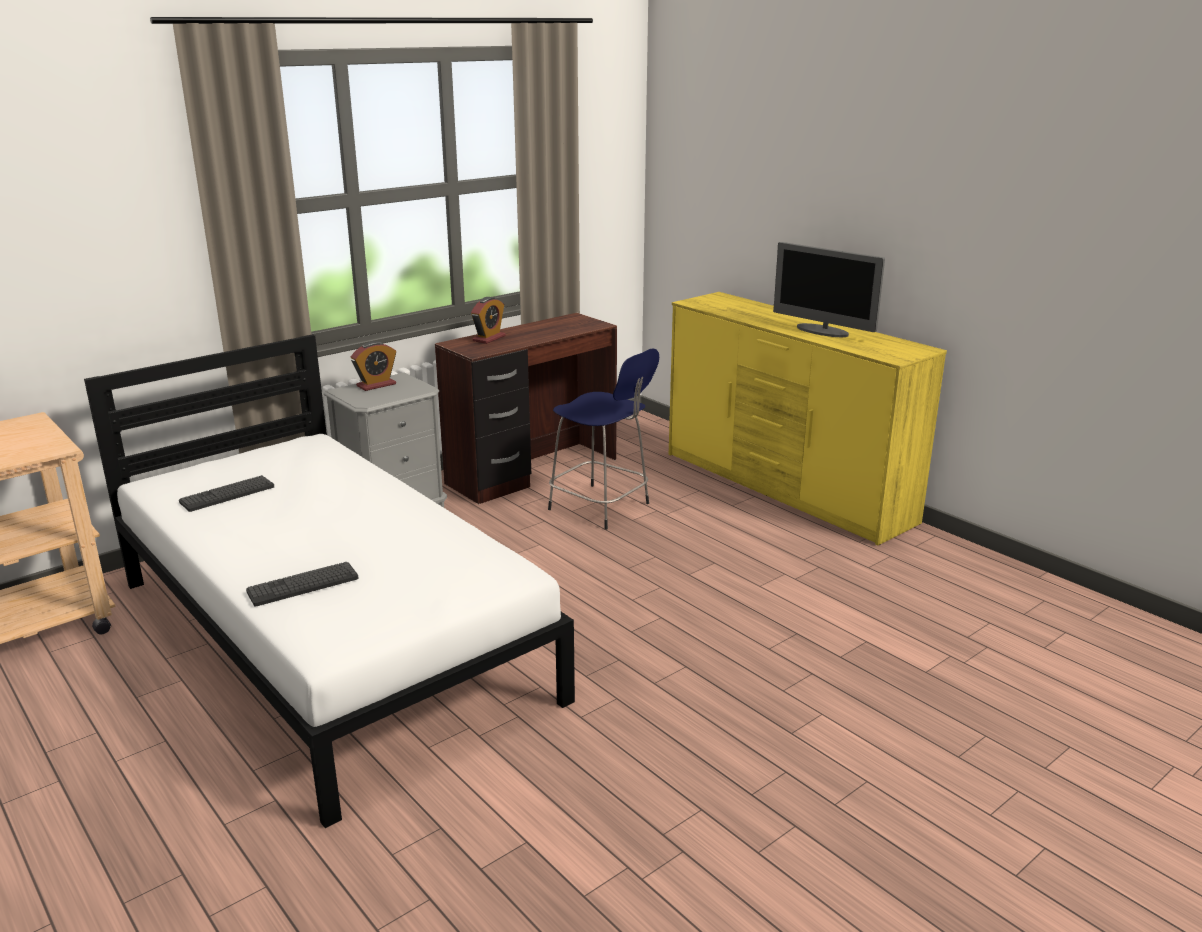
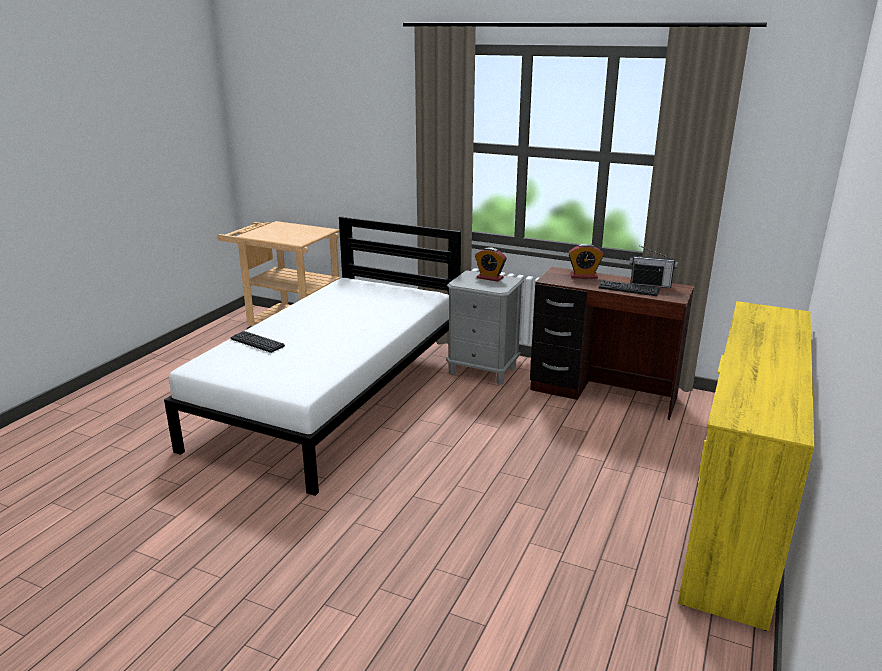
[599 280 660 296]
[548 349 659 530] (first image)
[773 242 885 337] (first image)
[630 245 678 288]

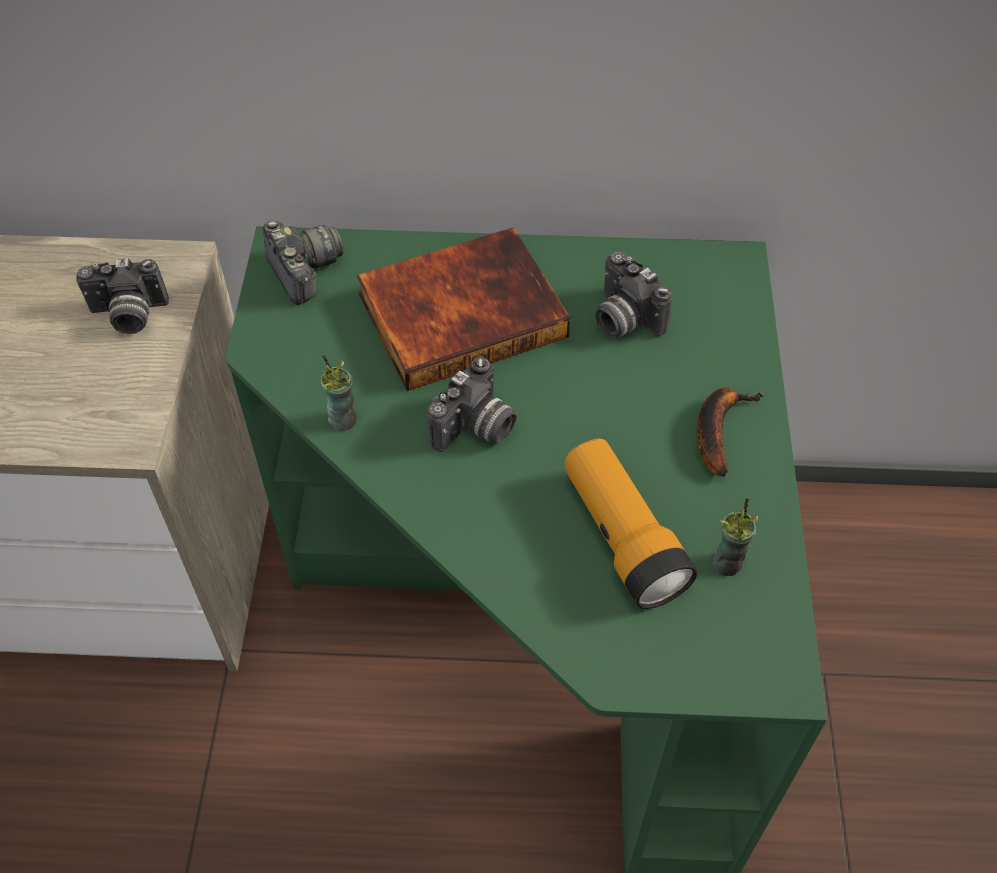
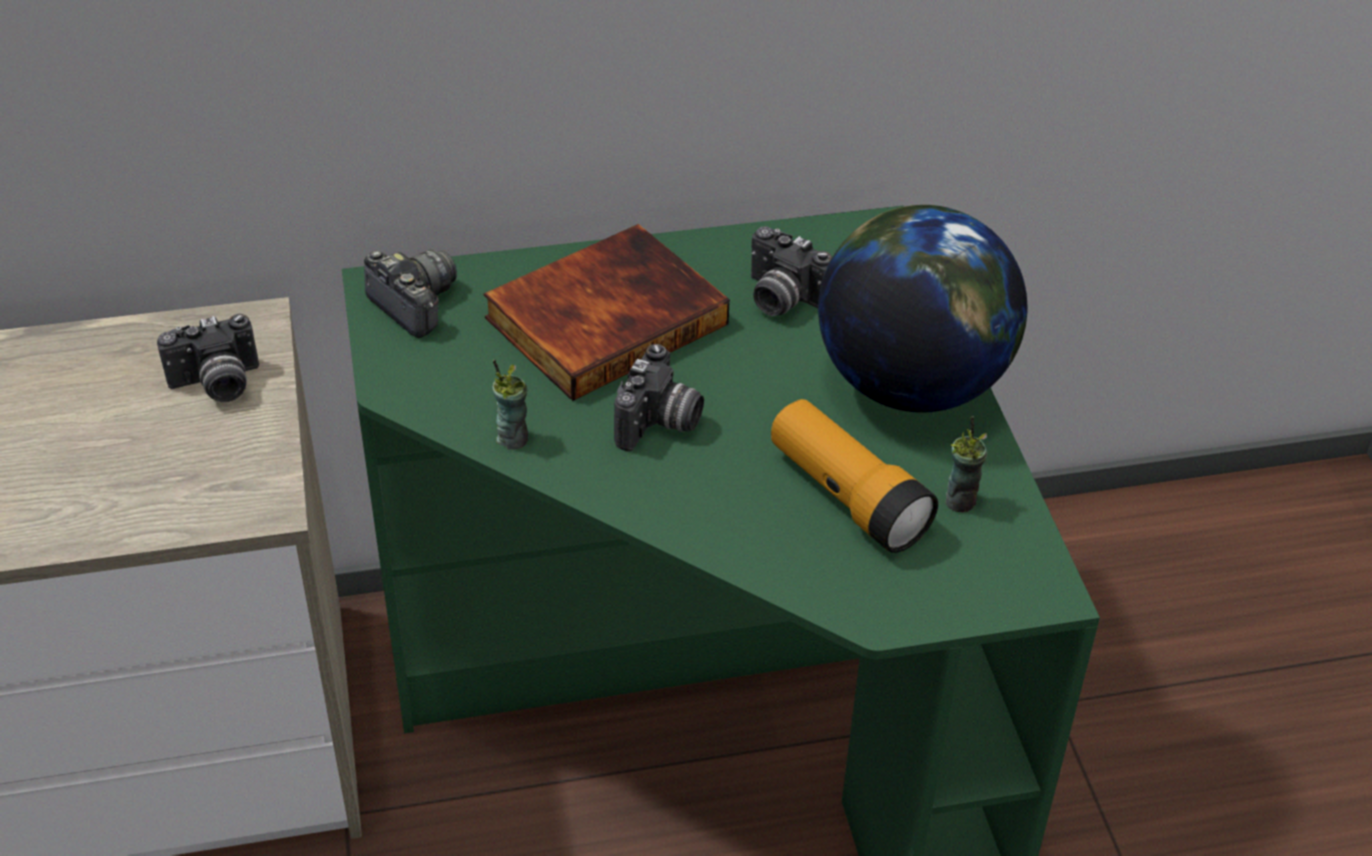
[818 205 1028 413]

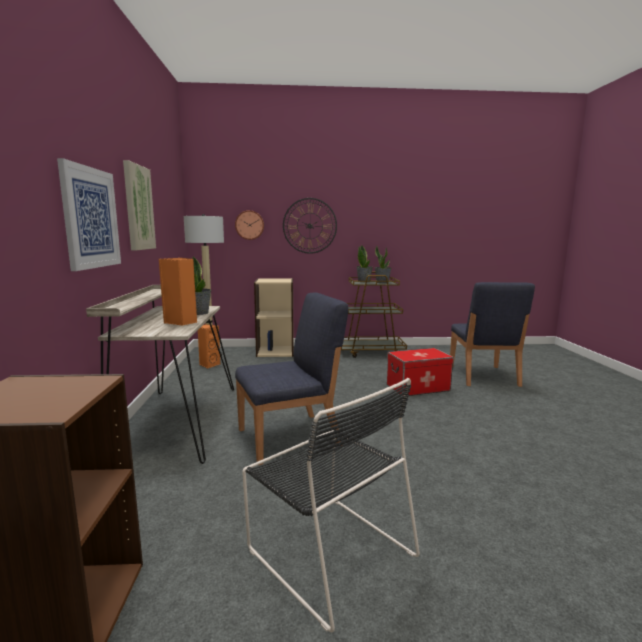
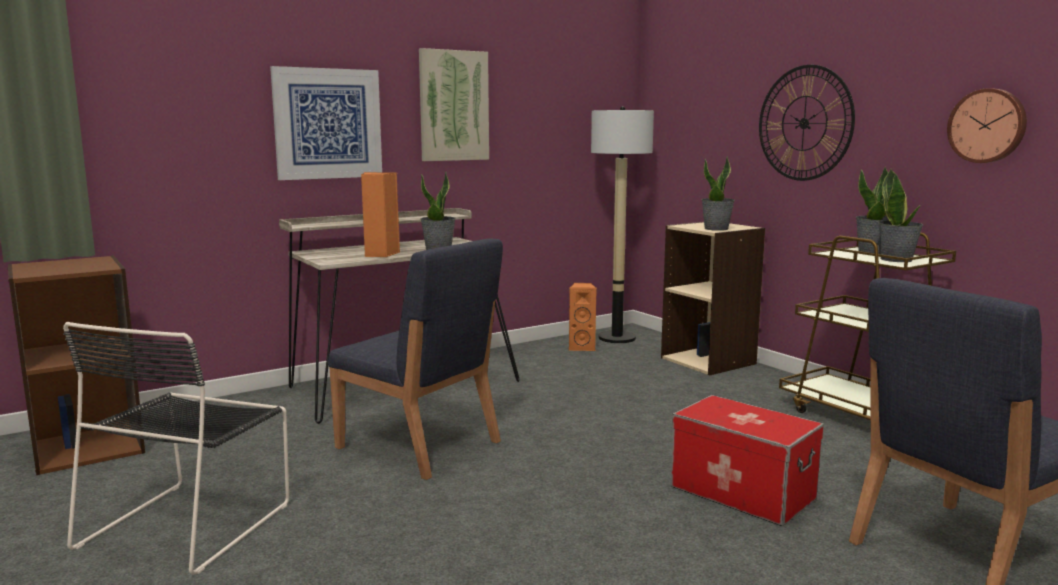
[947 88 1027 163]
[701 156 735 231]

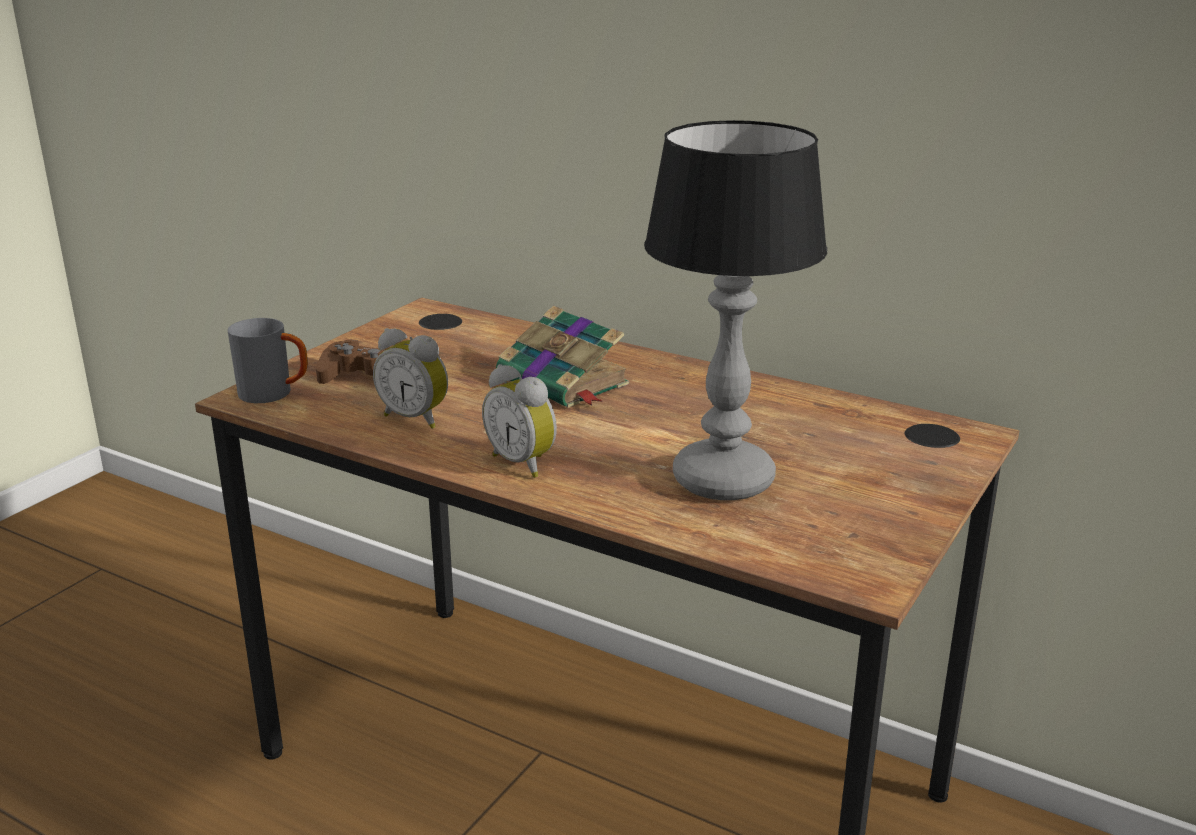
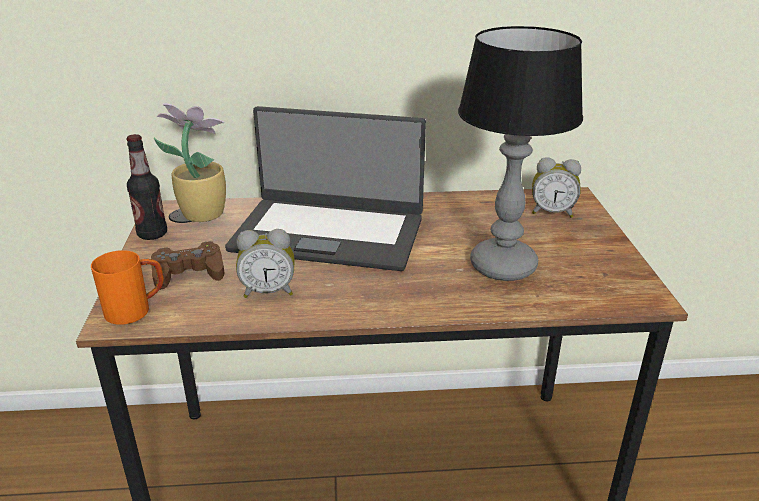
[91 250 164 325]
[532 157 581 218]
[225 106 426 271]
[126 134 167 240]
[154 103 226 222]

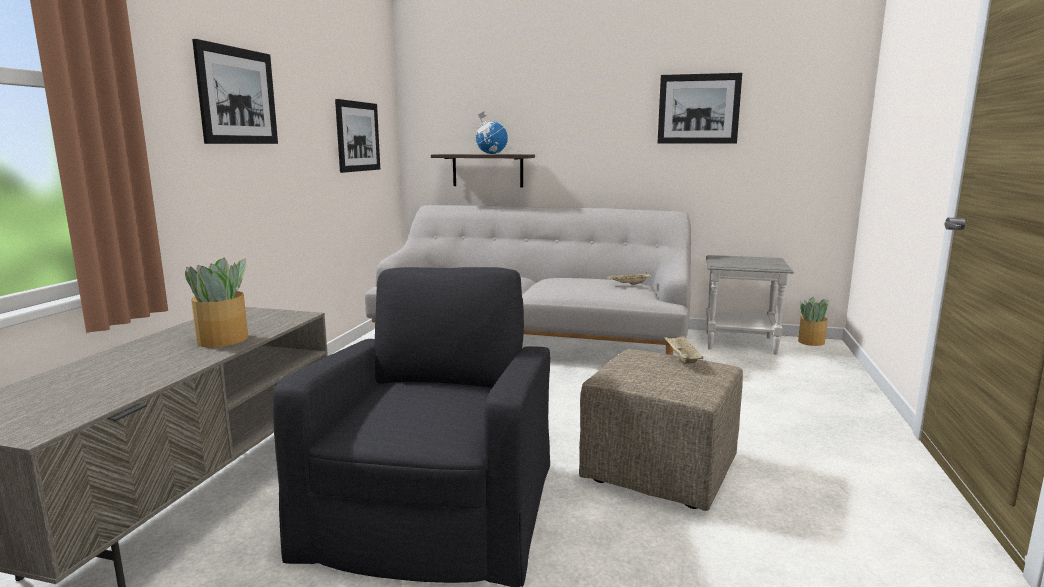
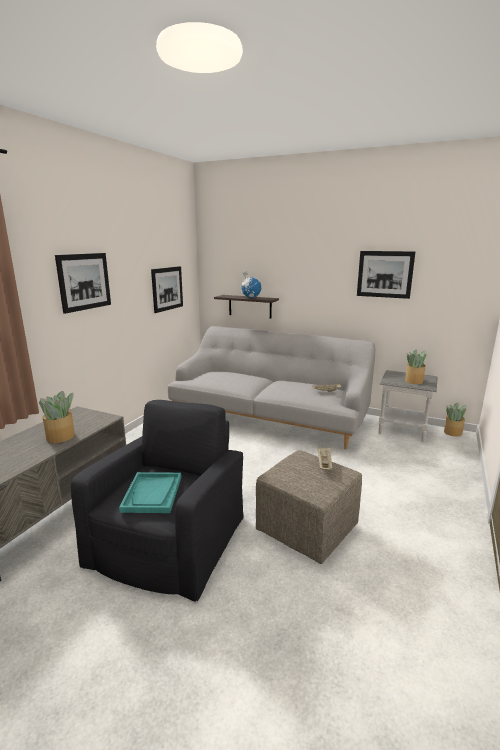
[119 472 181 513]
[405 349 427 384]

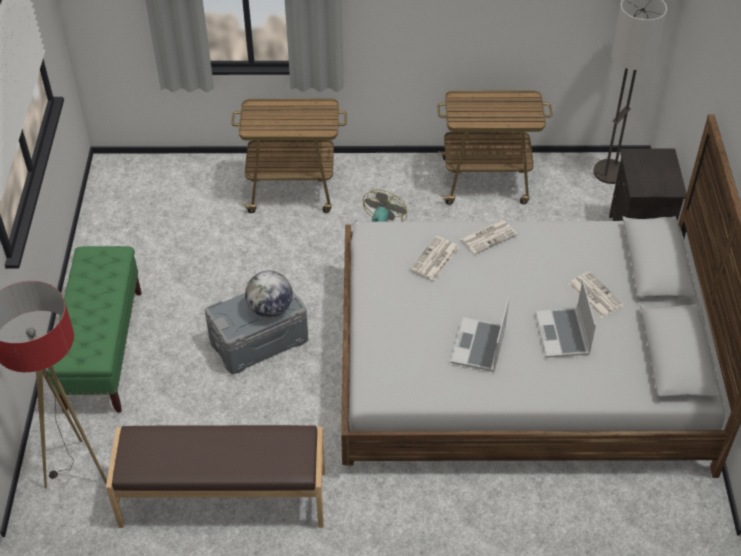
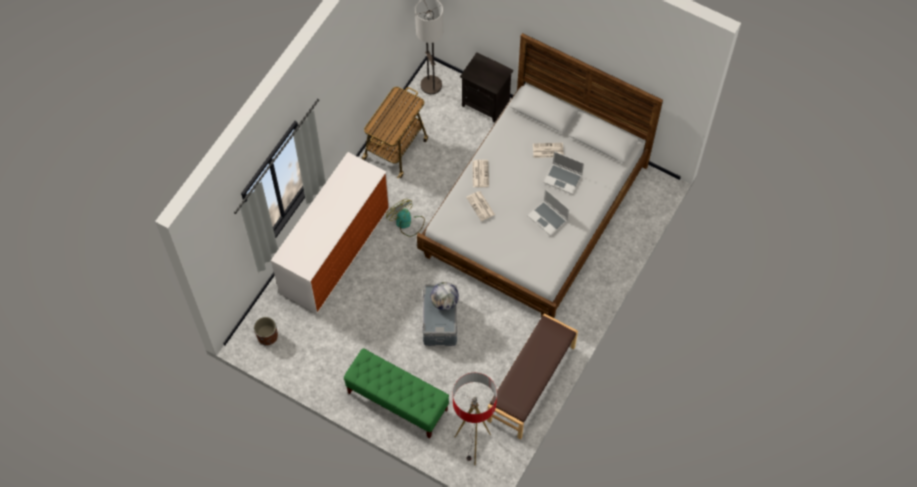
[271 152 390 314]
[254 317 278 346]

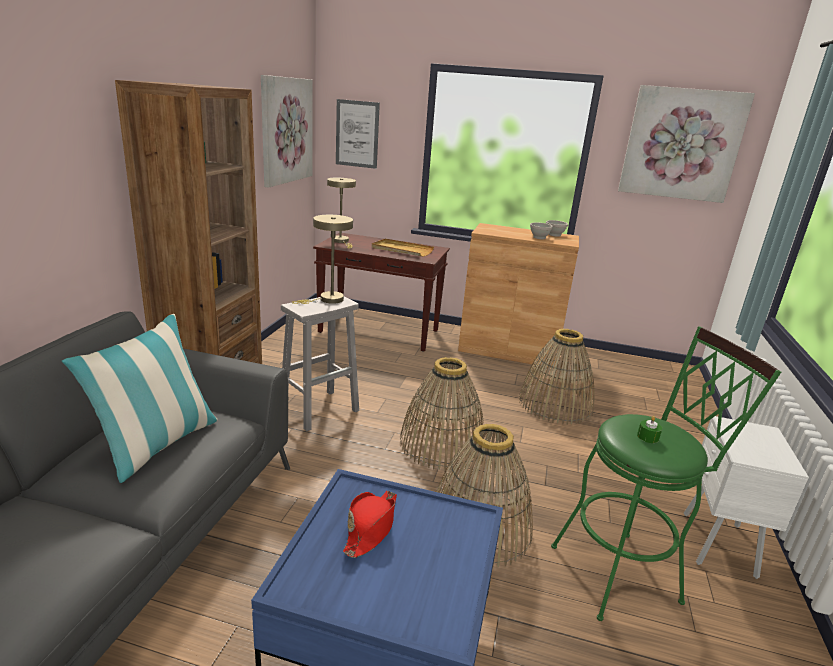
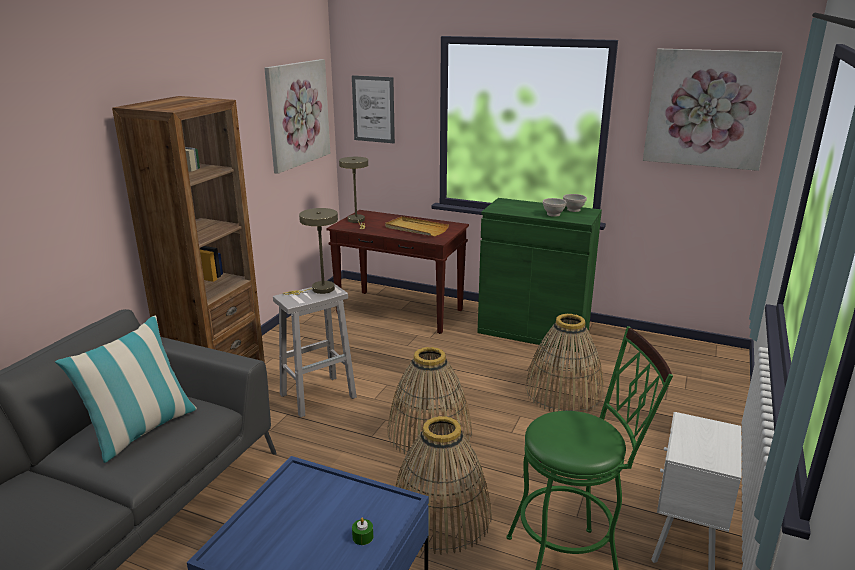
[343 490 397 558] (first image)
[478 198 602 353]
[352 517 373 545]

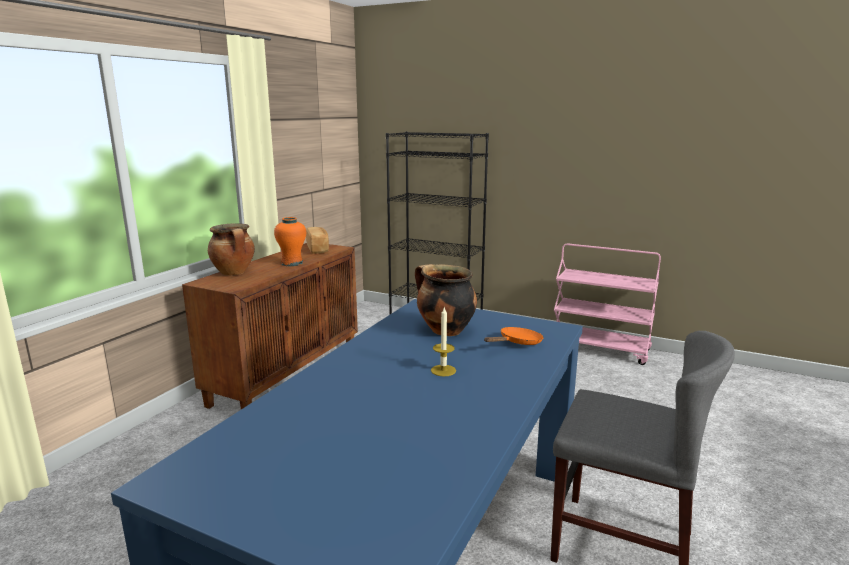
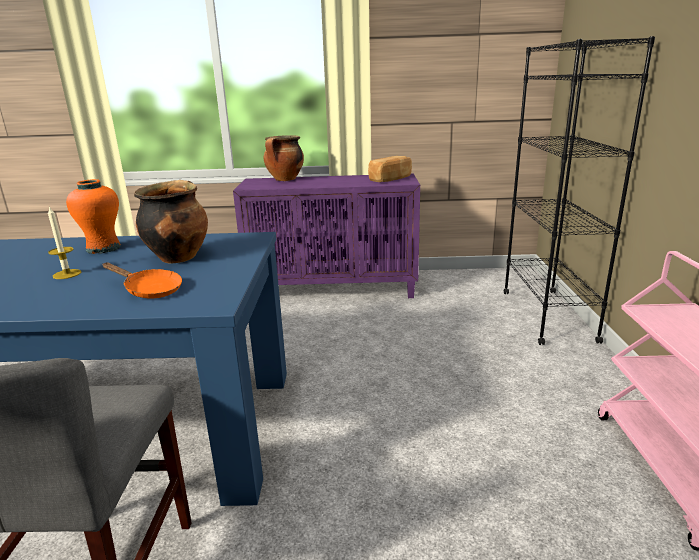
[233 174 420 298]
[66 179 121 254]

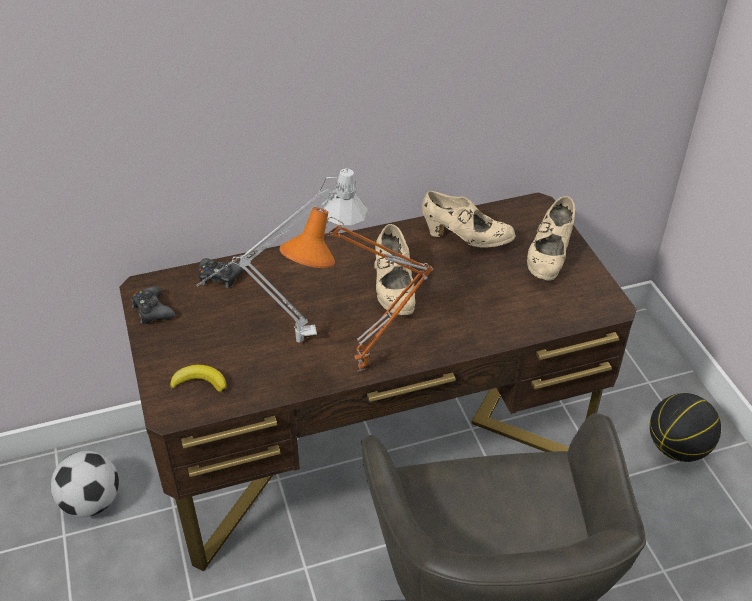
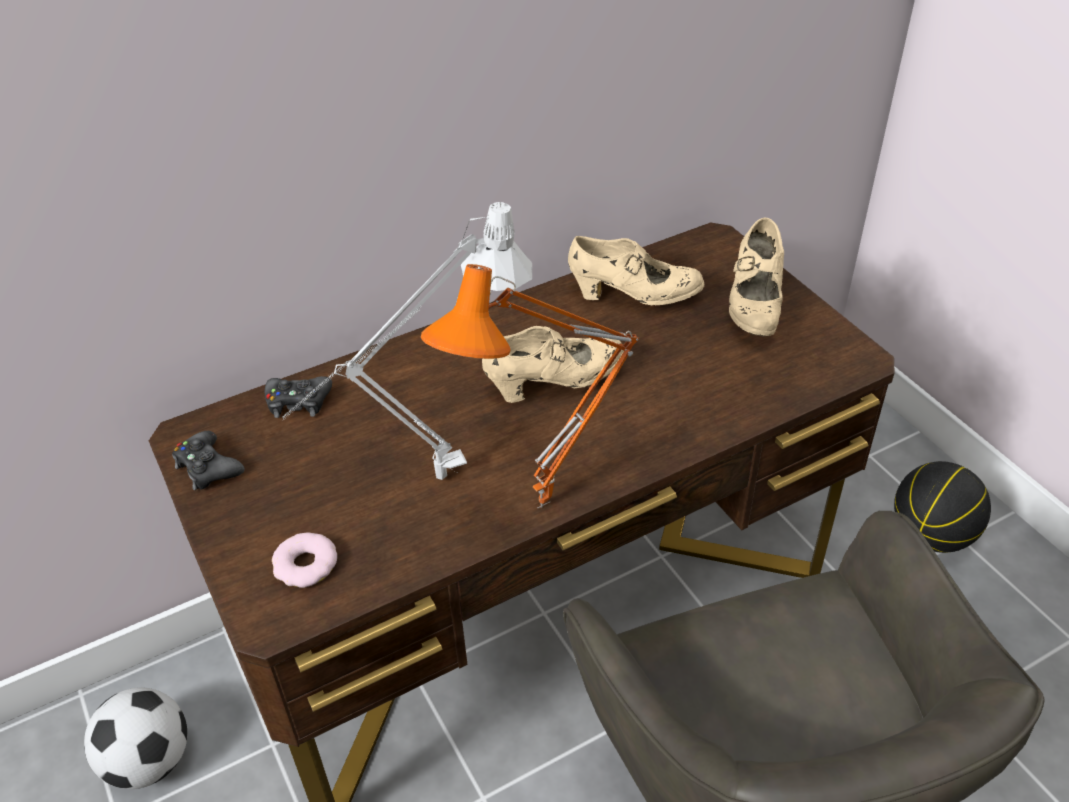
[272 533 337 588]
[482 326 624 403]

